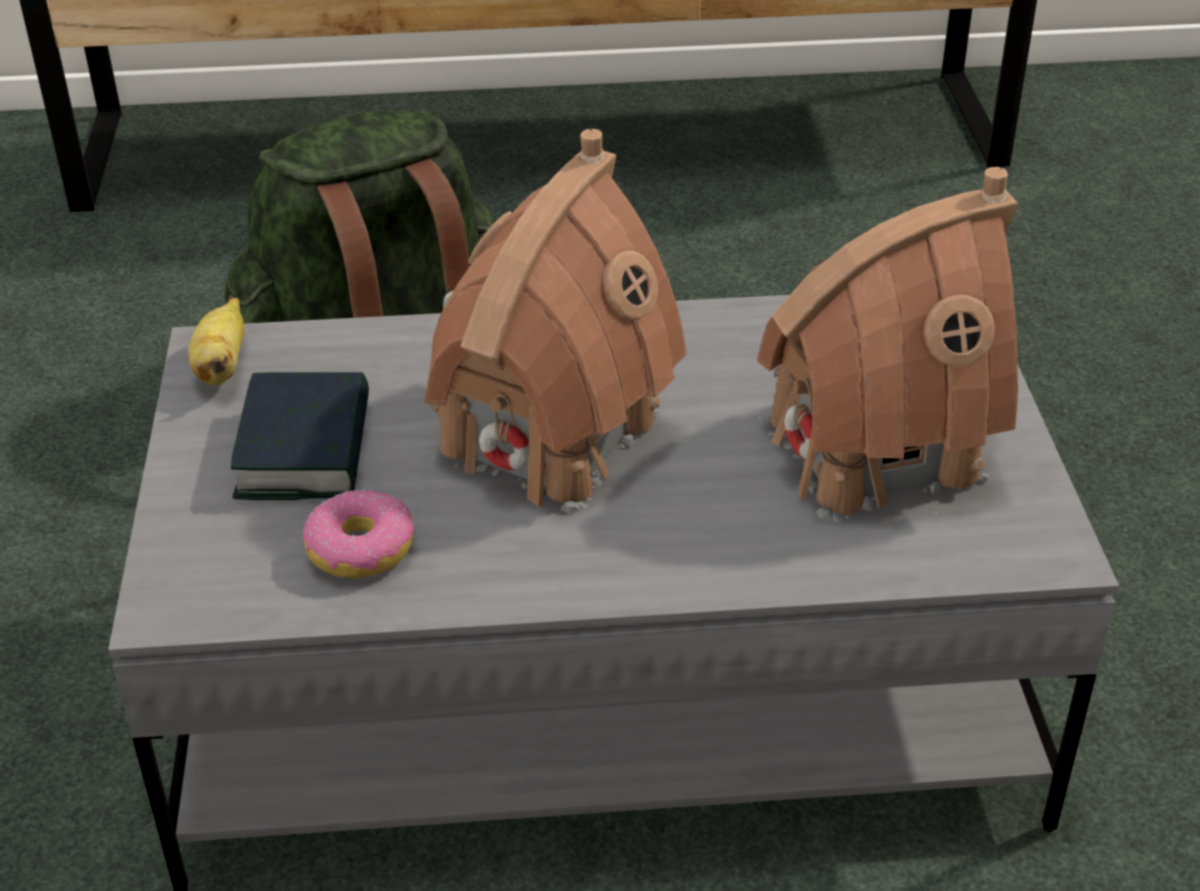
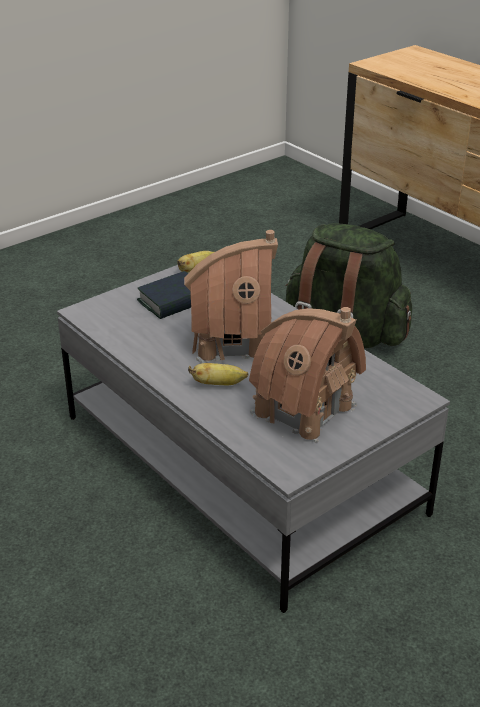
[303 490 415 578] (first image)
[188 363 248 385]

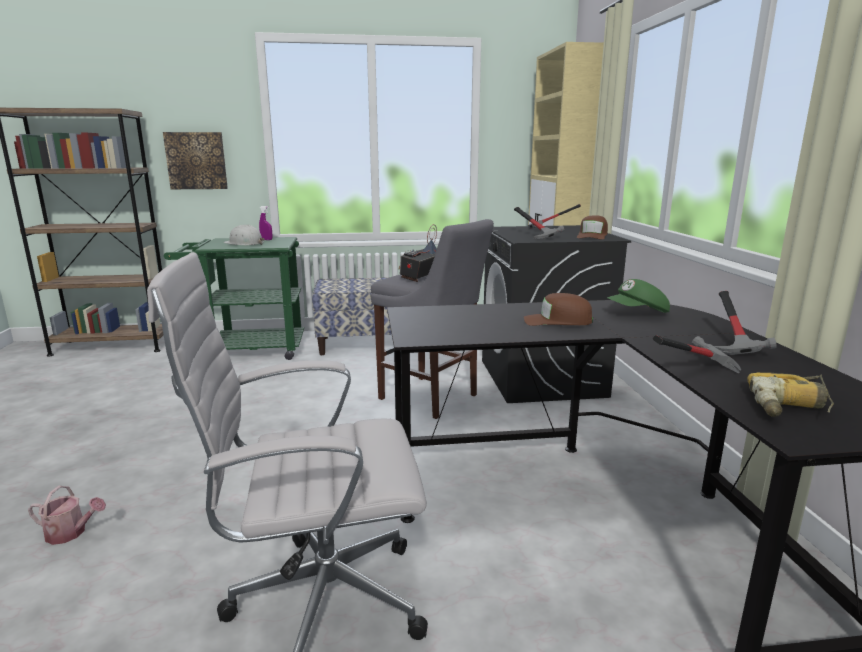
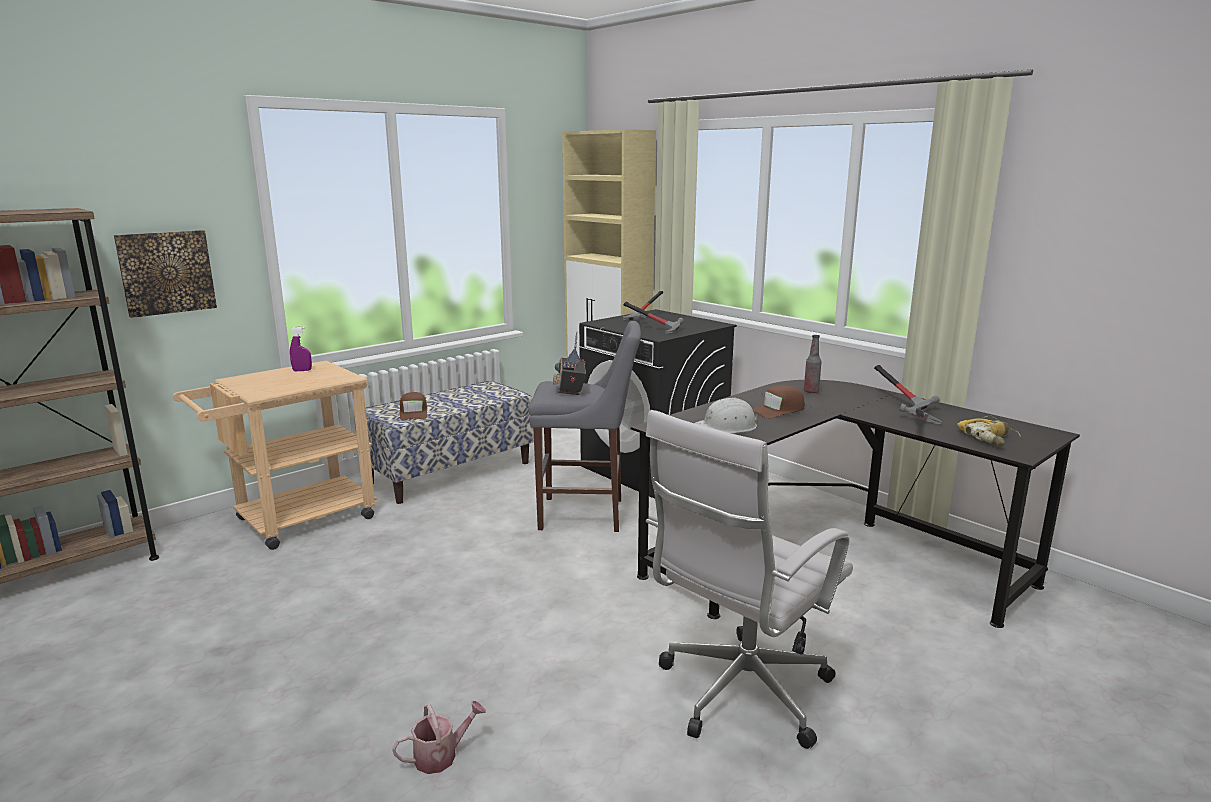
[173 361 377 550]
[695 397 758 433]
[400 392 427 420]
[804 335 821 393]

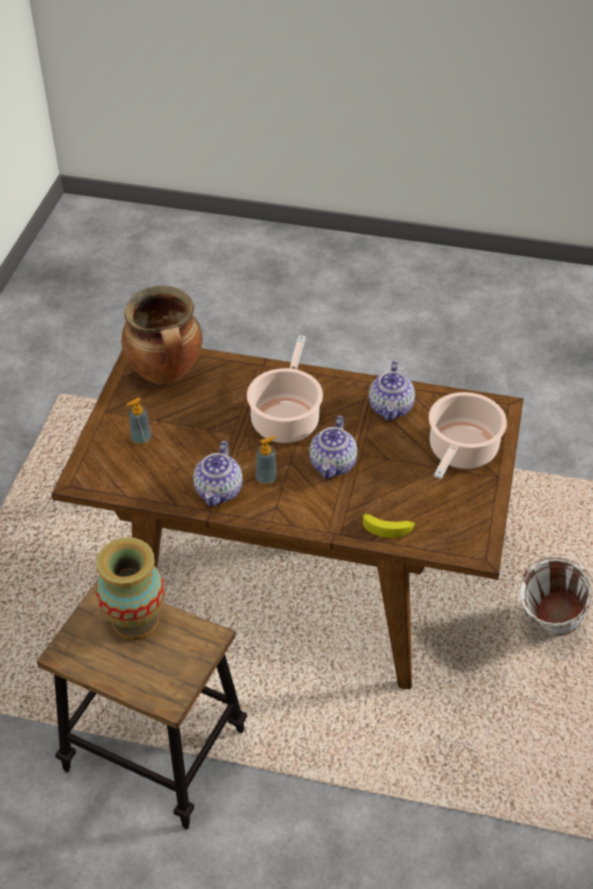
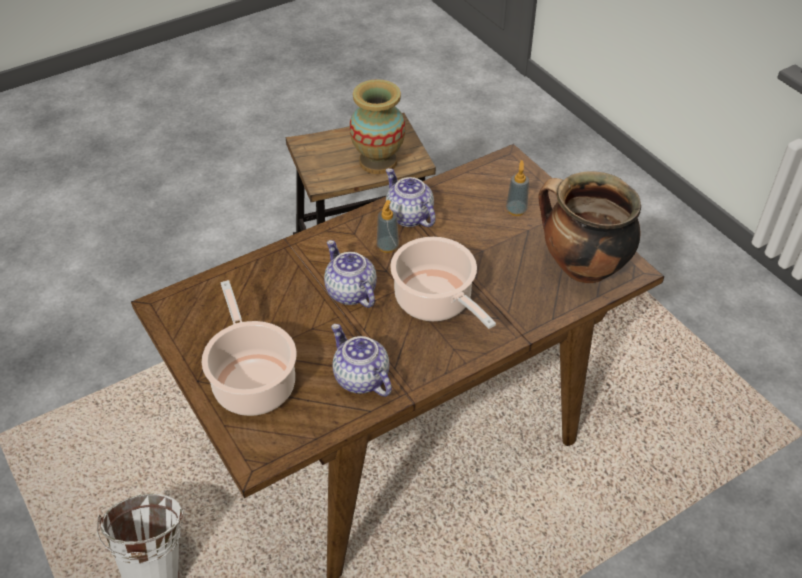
[363 512 415 538] (first image)

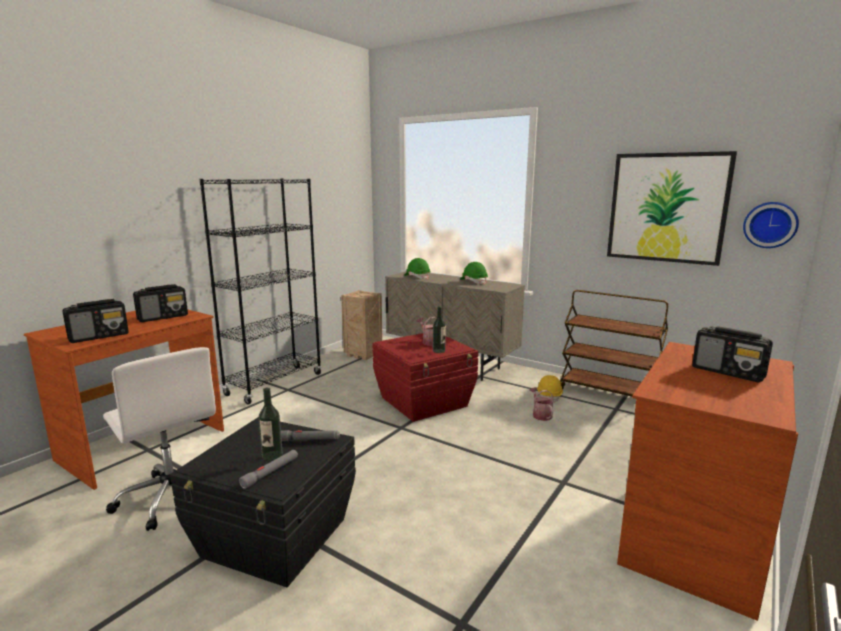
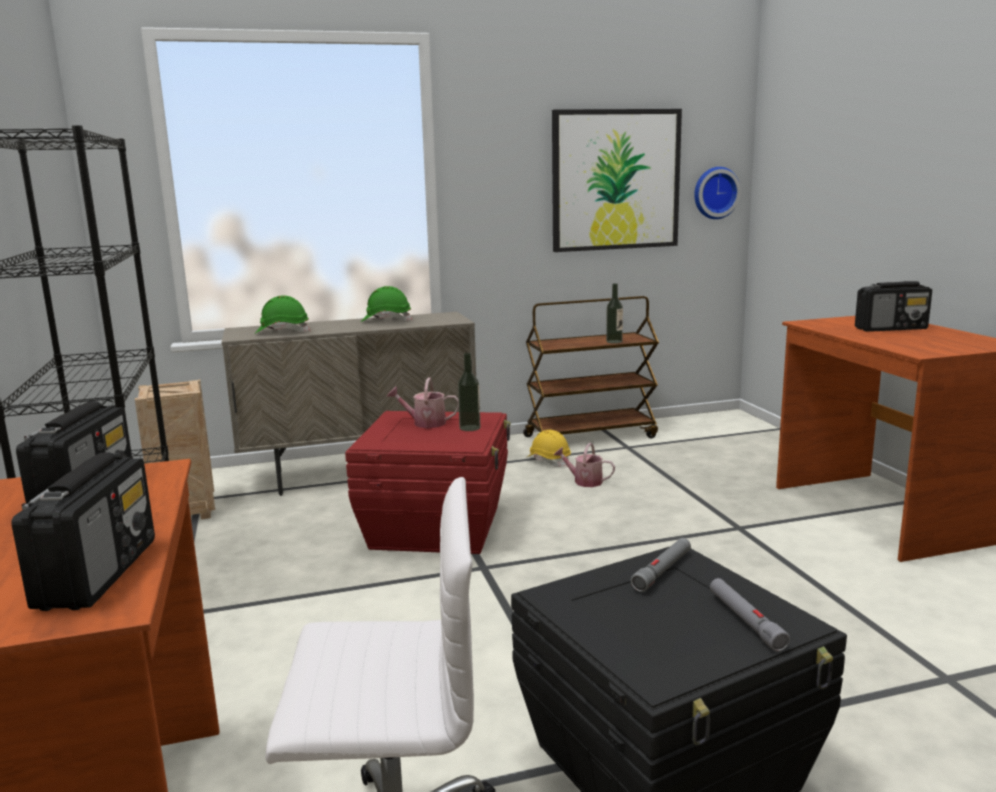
[606 283 623 343]

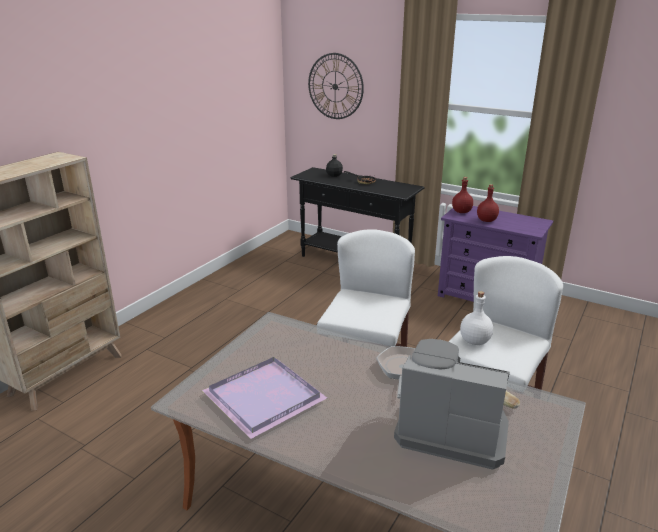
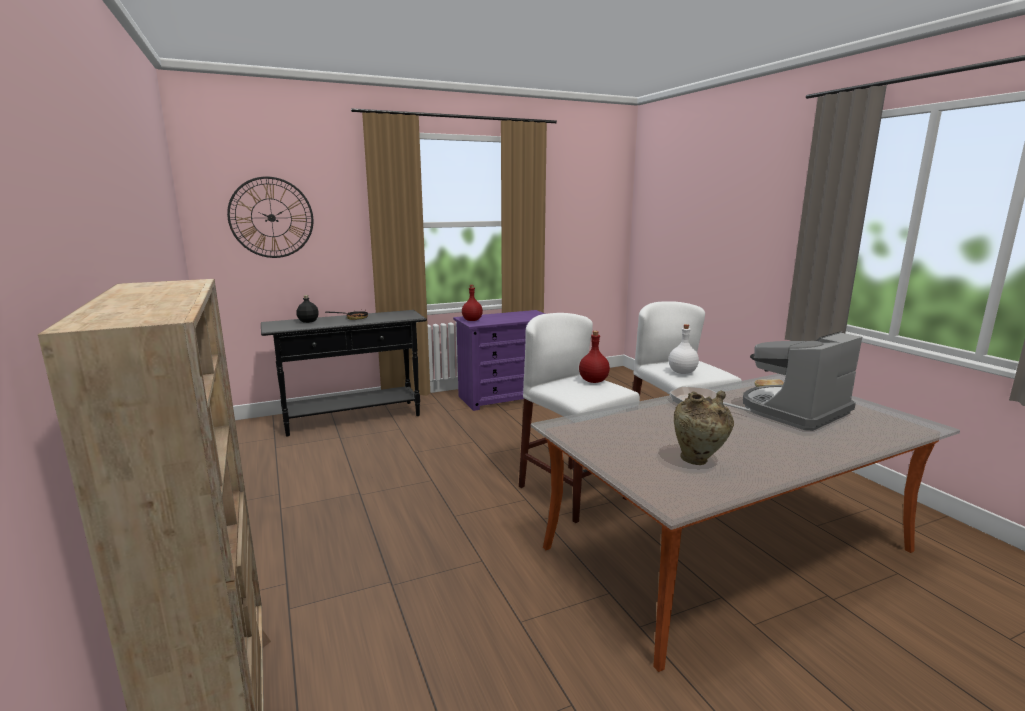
[674 391 734 465]
[579 331 610 383]

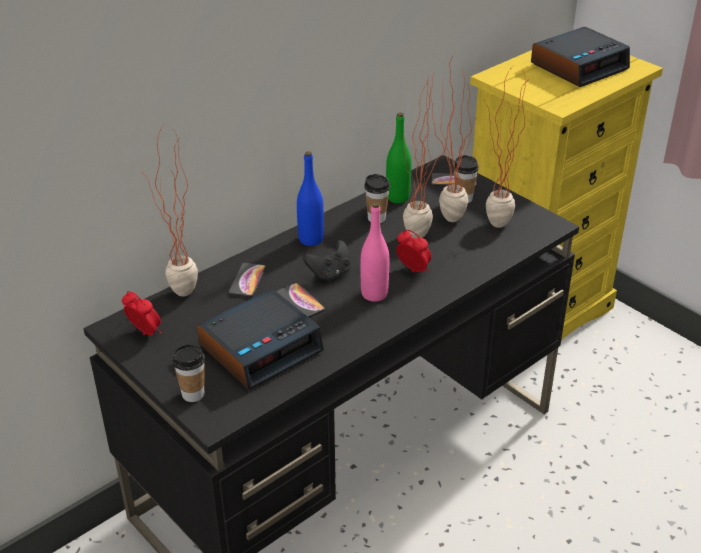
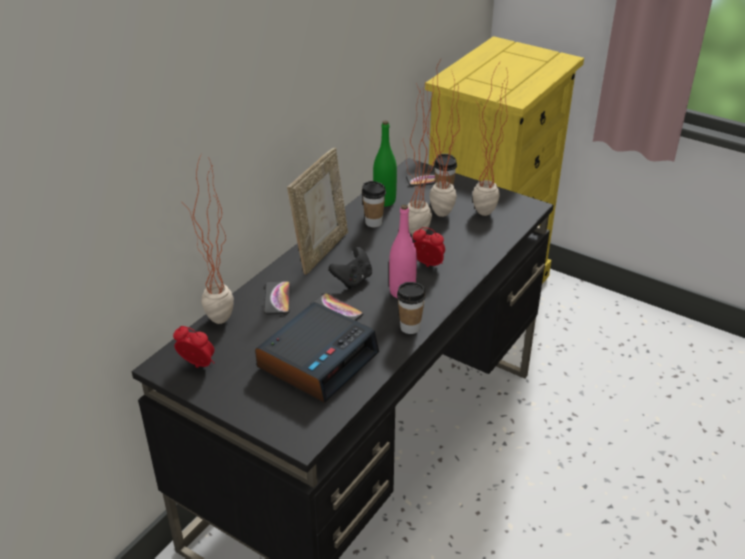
[397 282 426 334]
[287 148 348 275]
[531 27 630 87] (first image)

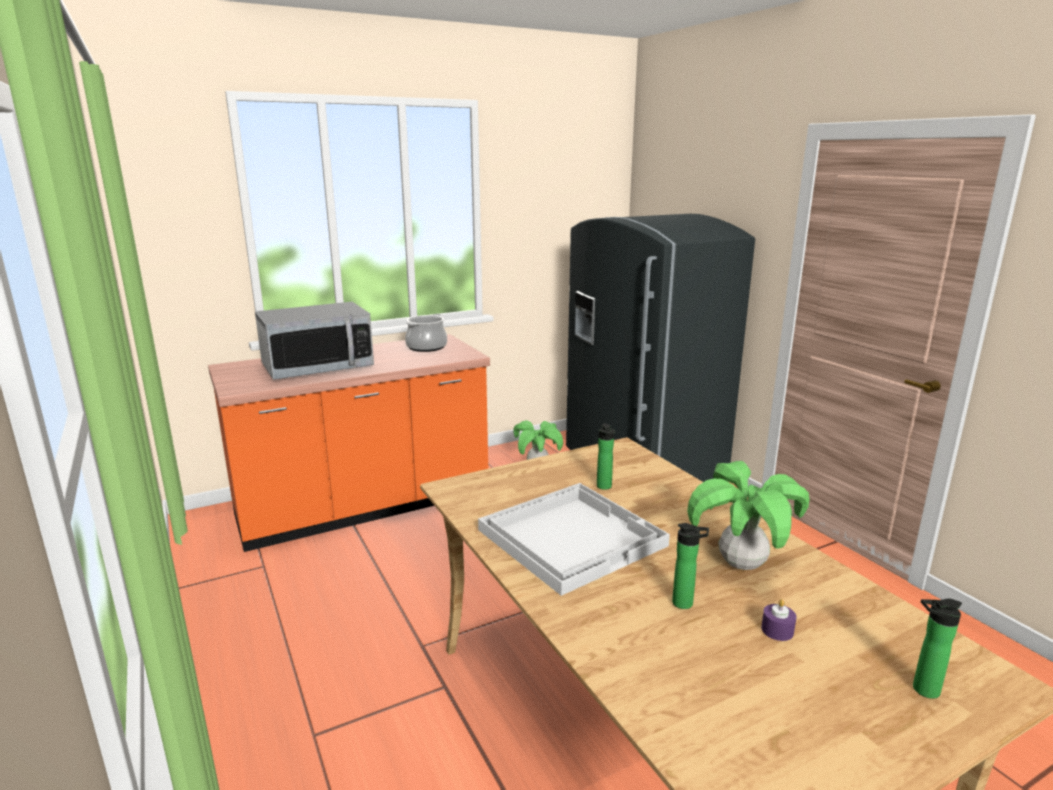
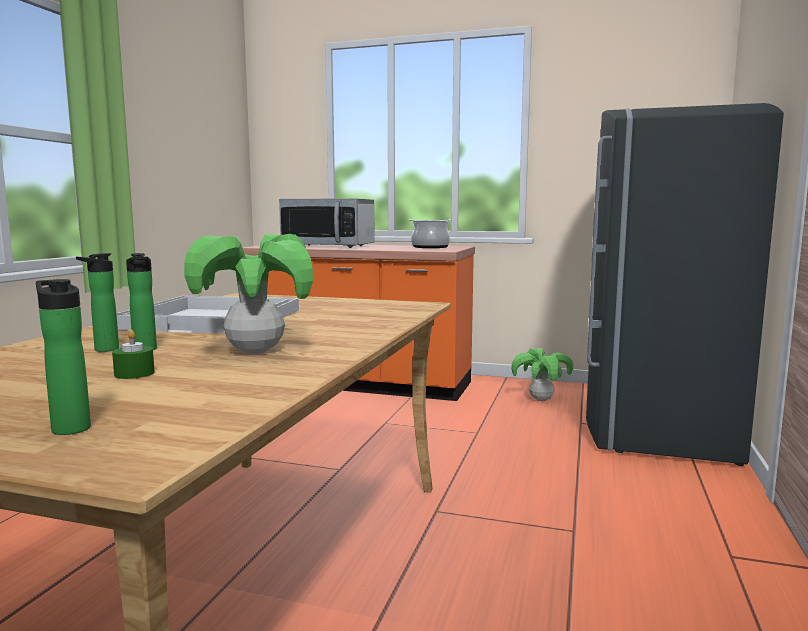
[76 253 119 352]
[112 330 155 379]

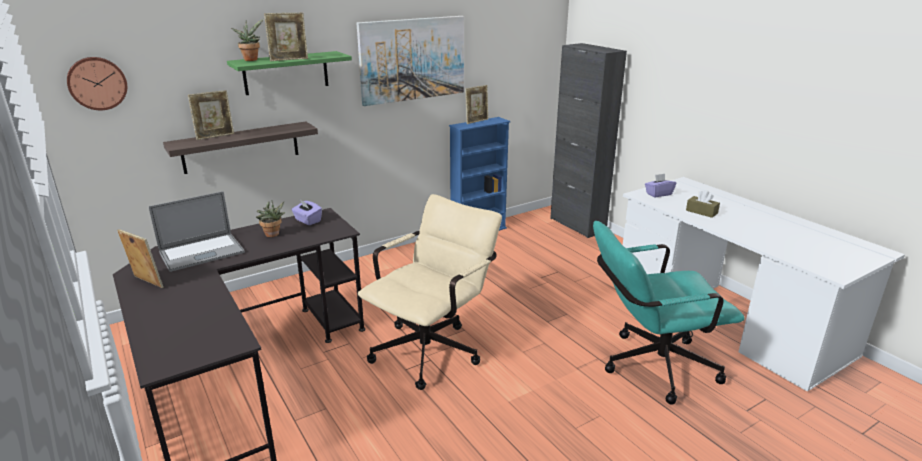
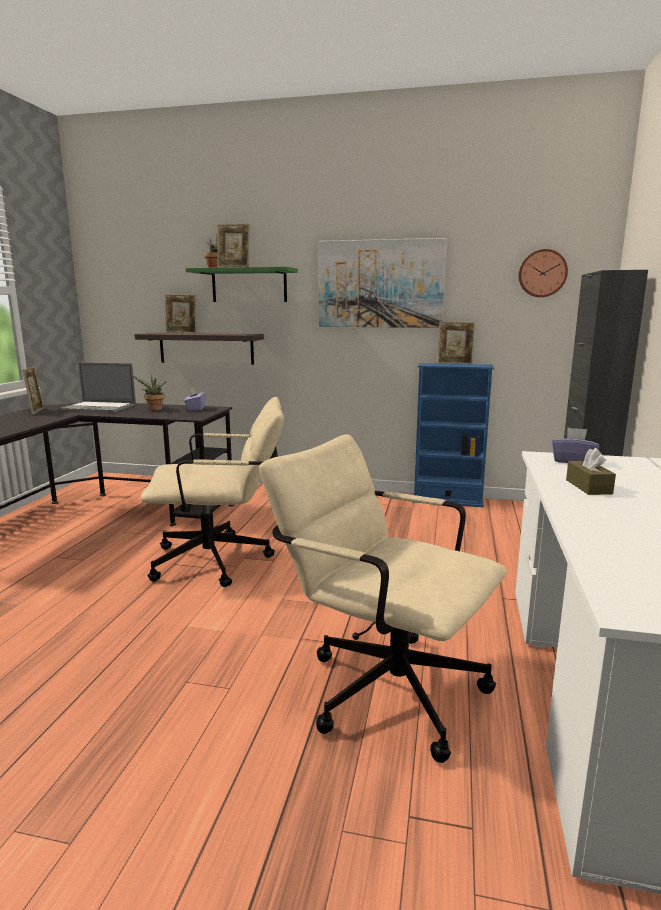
[519 249 568 297]
[259 434 507 763]

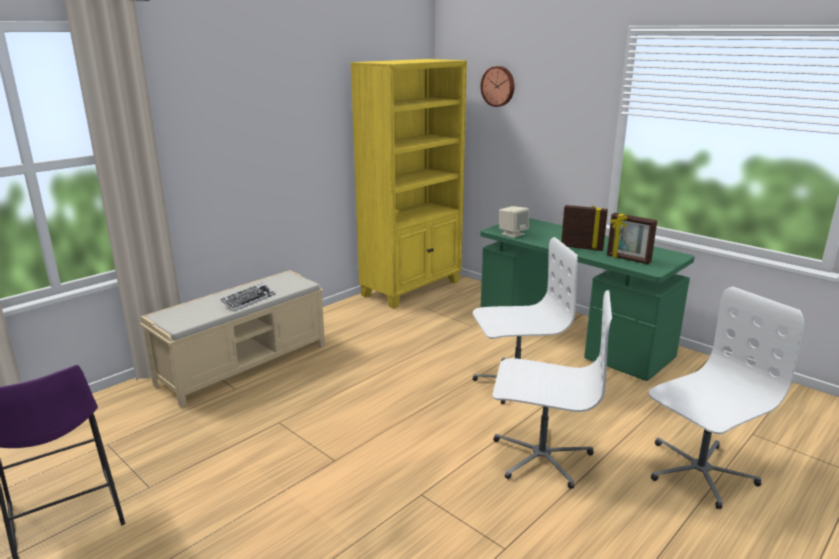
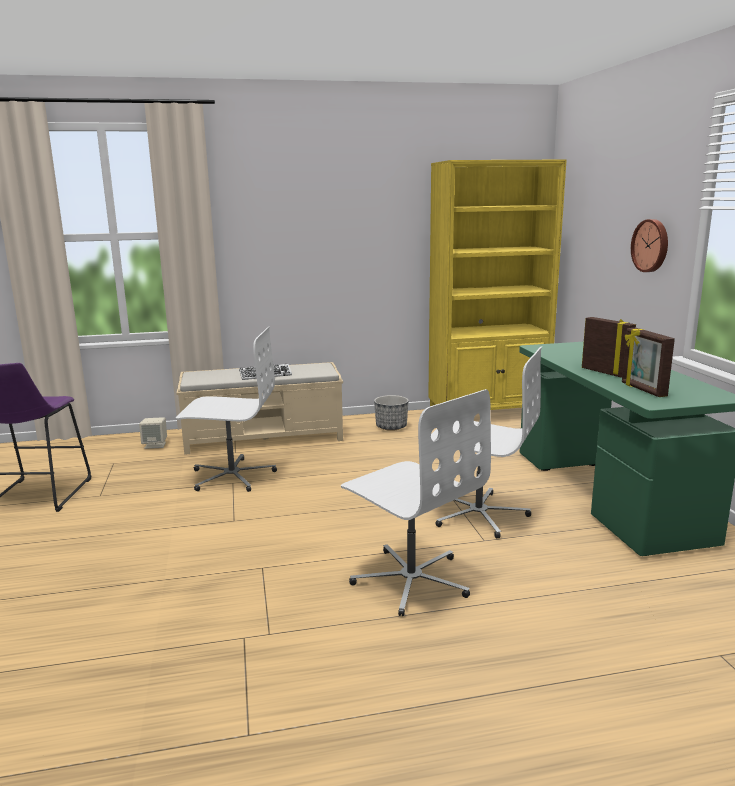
[631 219 668 272]
[139 417 167 449]
[176 326 277 492]
[374 395 409 431]

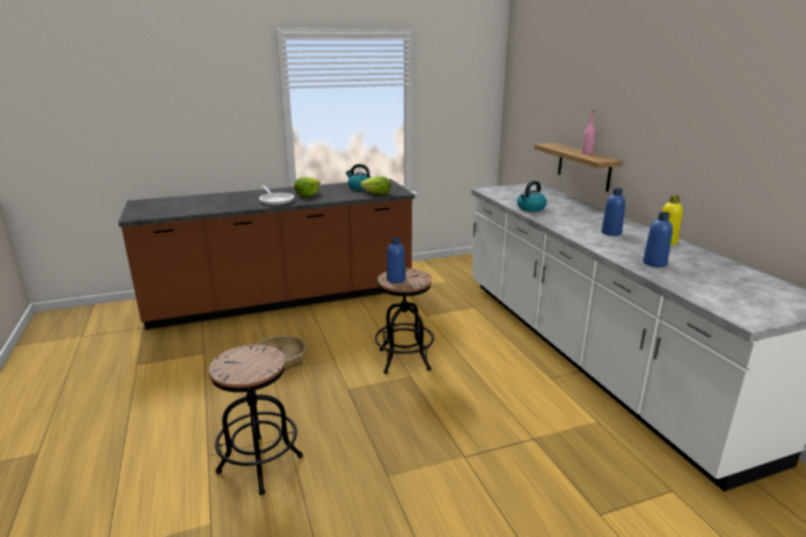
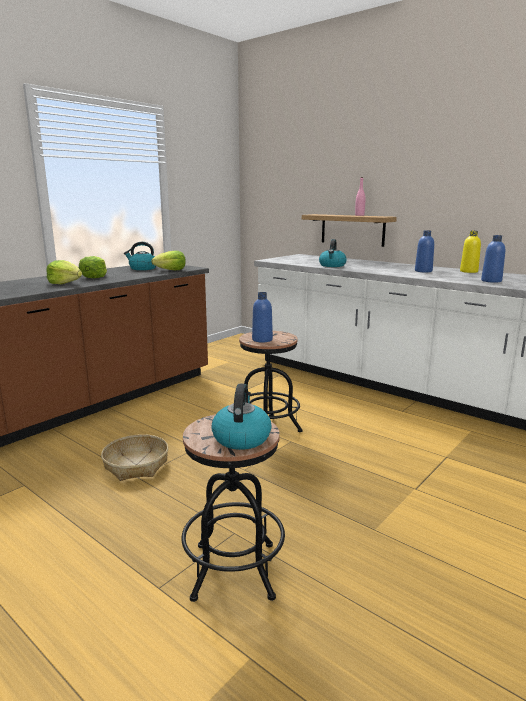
[46 260 82 284]
[211 384 272 450]

